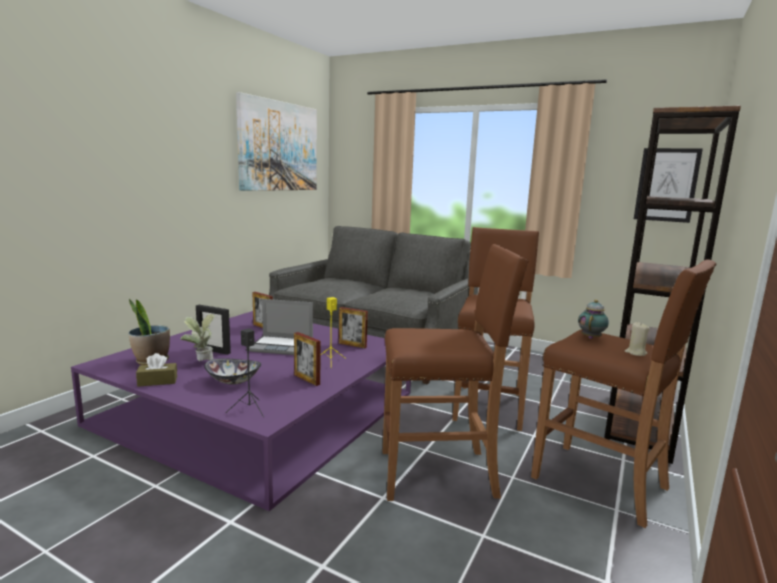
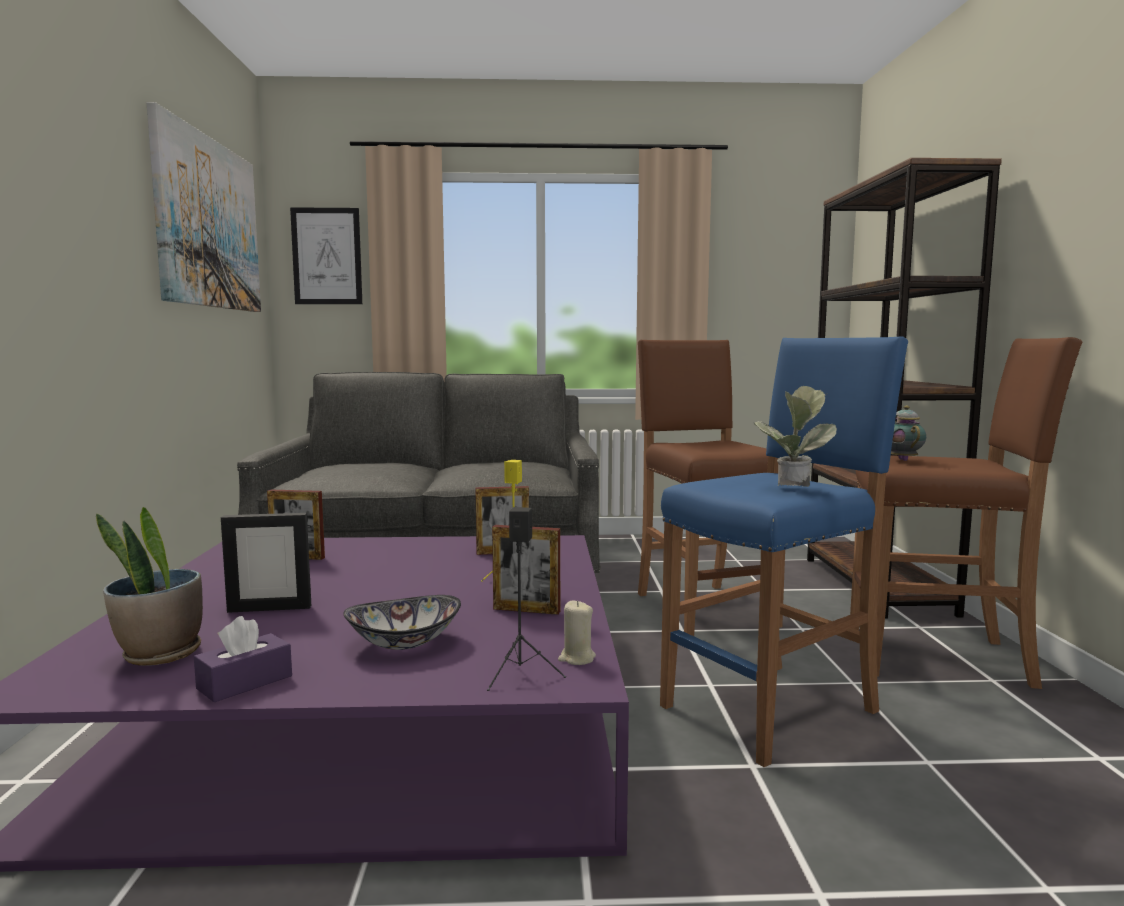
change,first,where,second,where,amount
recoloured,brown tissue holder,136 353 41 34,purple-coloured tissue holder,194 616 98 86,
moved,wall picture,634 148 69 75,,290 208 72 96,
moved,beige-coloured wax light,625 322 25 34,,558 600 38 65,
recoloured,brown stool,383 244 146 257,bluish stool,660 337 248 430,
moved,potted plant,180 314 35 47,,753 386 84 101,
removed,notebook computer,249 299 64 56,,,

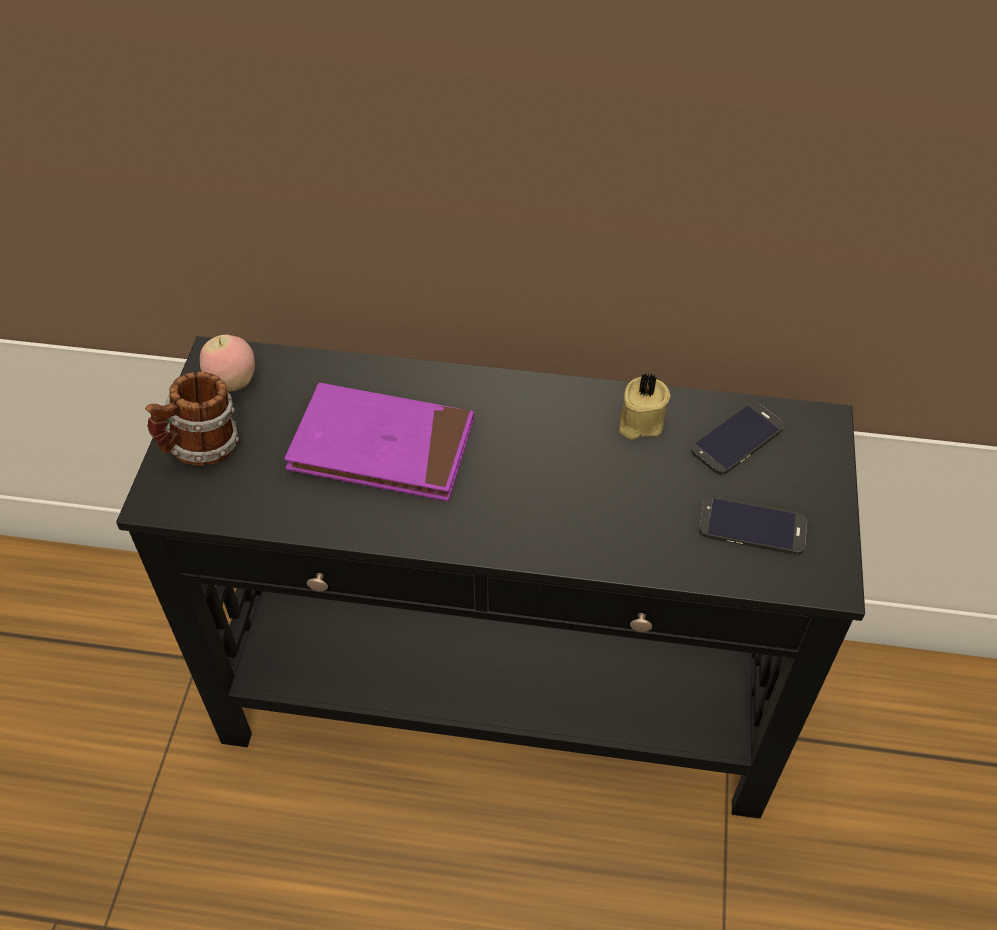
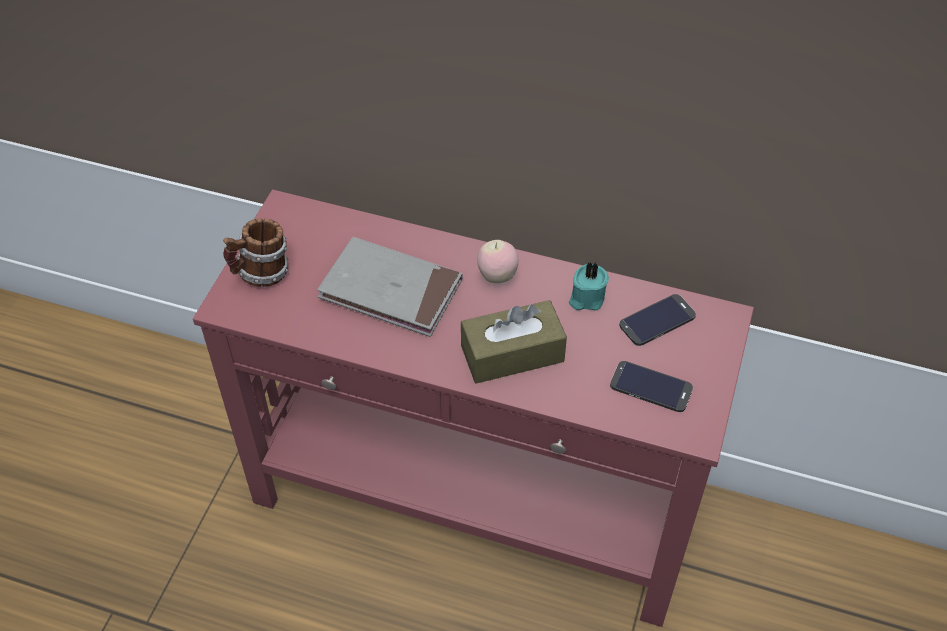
change,first,where,second,where,amount
recoloured,blackish hall table,116 336 749 483,red-coloured hall table,193 189 561 438,
recoloured,purple-coloured bound book,284 383 190 118,gray bound book,317 237 146 100,
added,,,brown tissue holder,461 300 106 84,
moved,apple,200 335 55 57,,477 240 41 43,
recoloured,beige-coloured wax light,619 372 51 68,turquoise-coloured wax light,569 262 40 48,

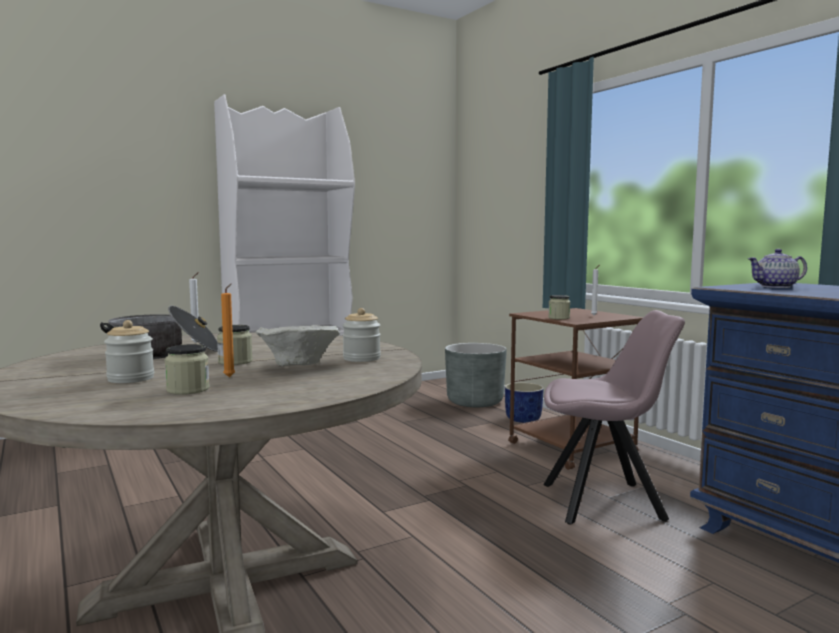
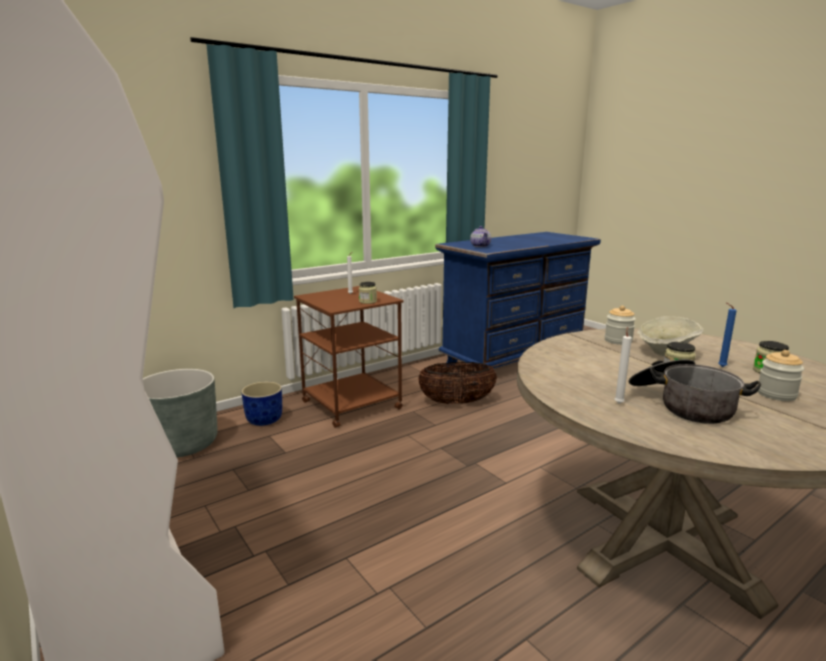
change,first,where,second,where,amount
replaced,pinkish upright chair,543 310 142 214,household basket,418 362 79 42,
recoloured,orange wax light,221 284 14 93,bluish wax light,718 303 19 64,

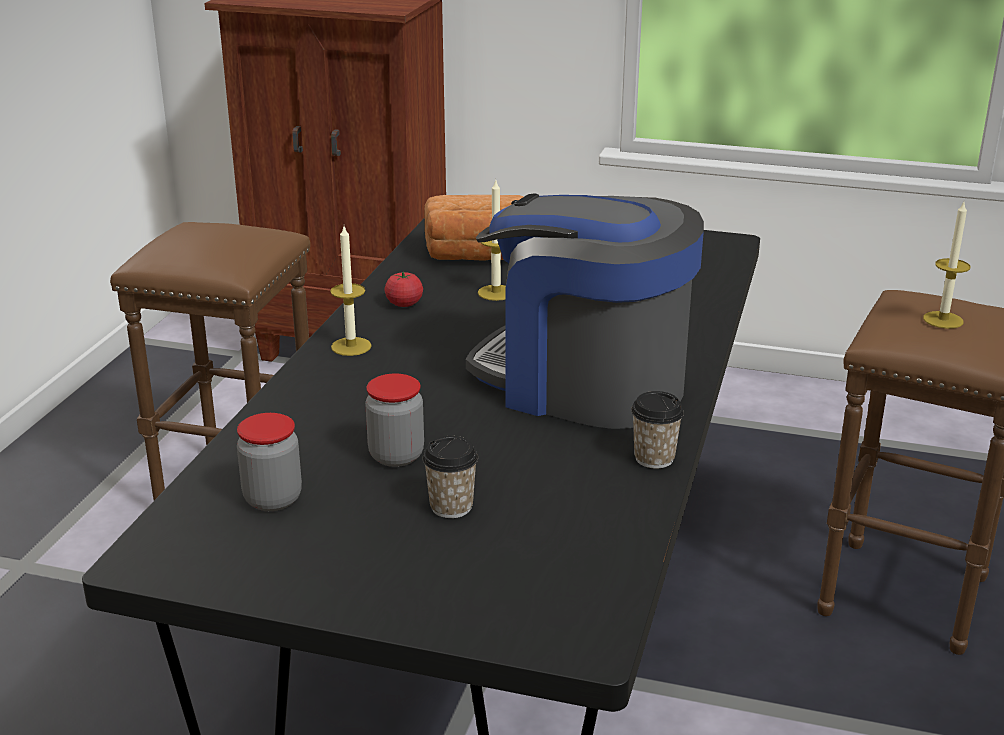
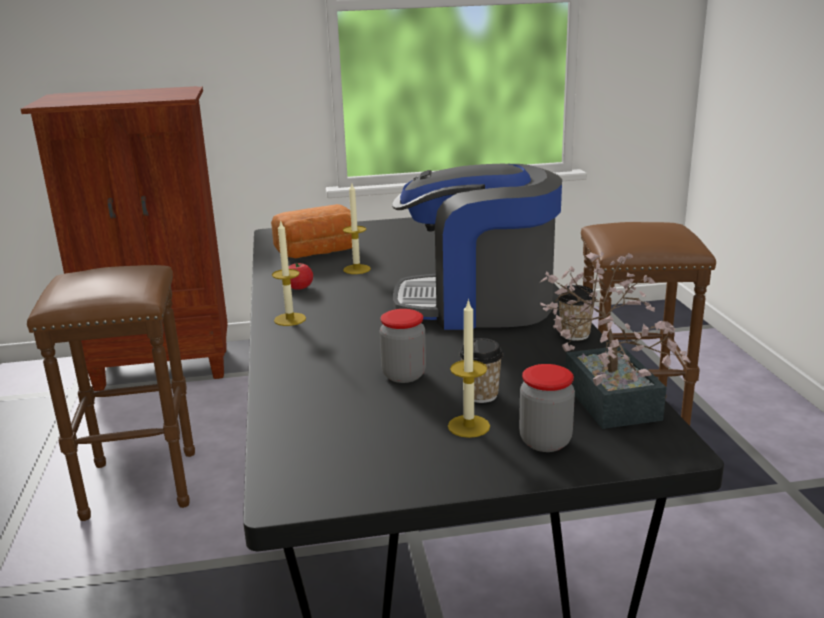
change,first,where,second,where,amount
moved,wax light,923 200 47 129,,448 299 42 139,
moved,preserve jar,237 413 65 98,,519 364 56 88,
added,,,potted plant,540 251 151 178,

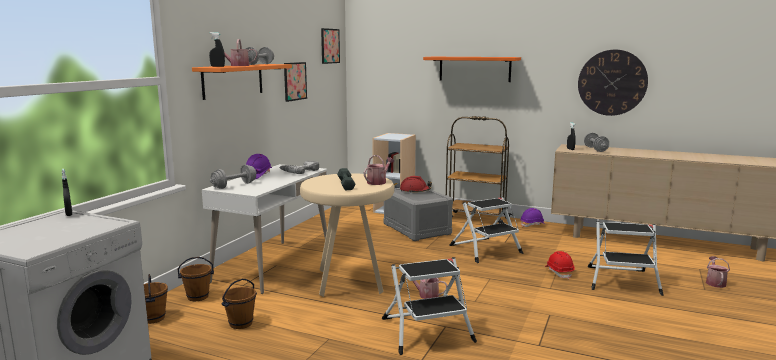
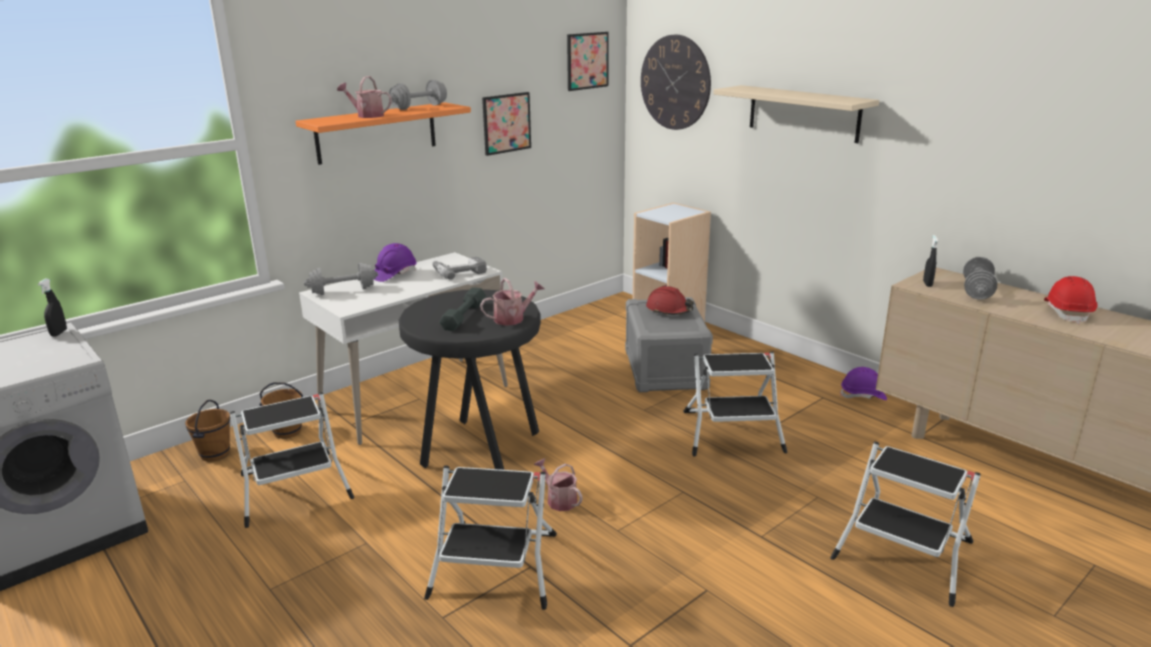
change,first,where,second,where,amount
replaced,brown bucket,221 279 36 50,step stool,230 392 124 136,
recoloured,beige-coloured stool,300 173 94 124,blackish stool,399 289 142 181,
moved,clock on the wall,578 50 70 66,,641 35 70 95,
recoloured,orange bracket shelf,423 57 98 25,beige-coloured bracket shelf,713 85 166 58,
moved,red-coloured hard hat,545 251 30 28,,1044 276 54 48,
removed,blackish hand sprayer,209 32 16 35,,,
removed,brown wheeled cart,446 116 67 107,,,
removed,sprinkling can,706 256 24 32,,,

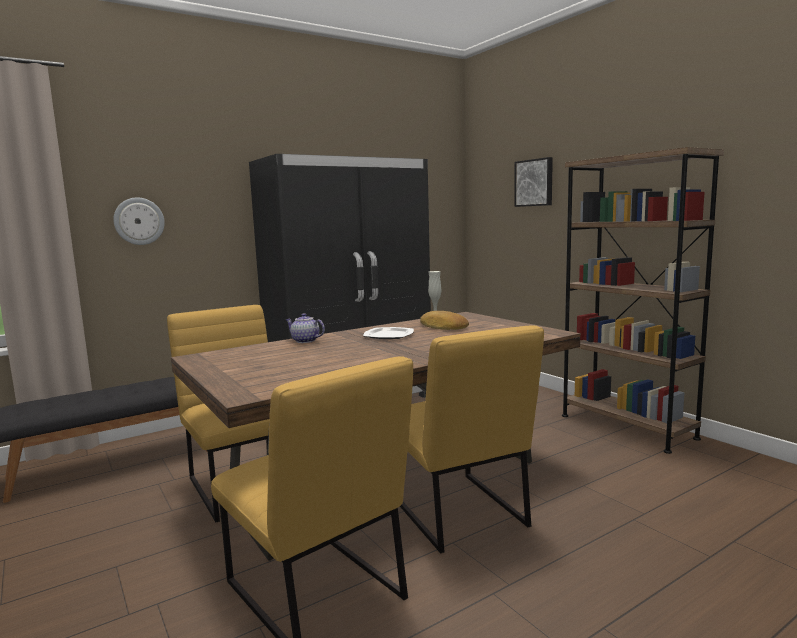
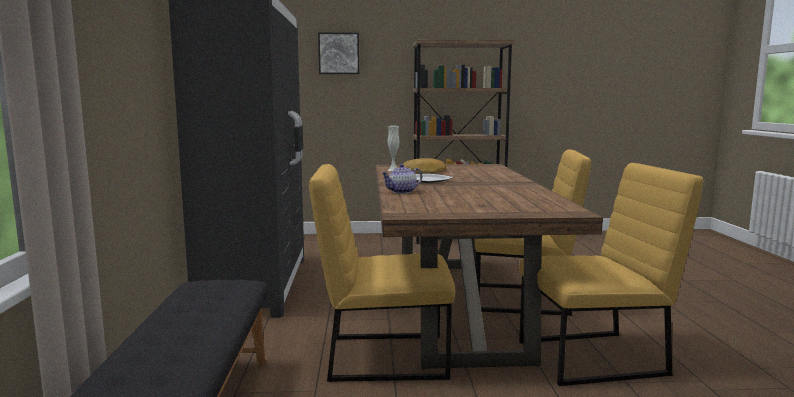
change,first,where,second,where,amount
removed,clock on the wall,113 197 52 48,,,

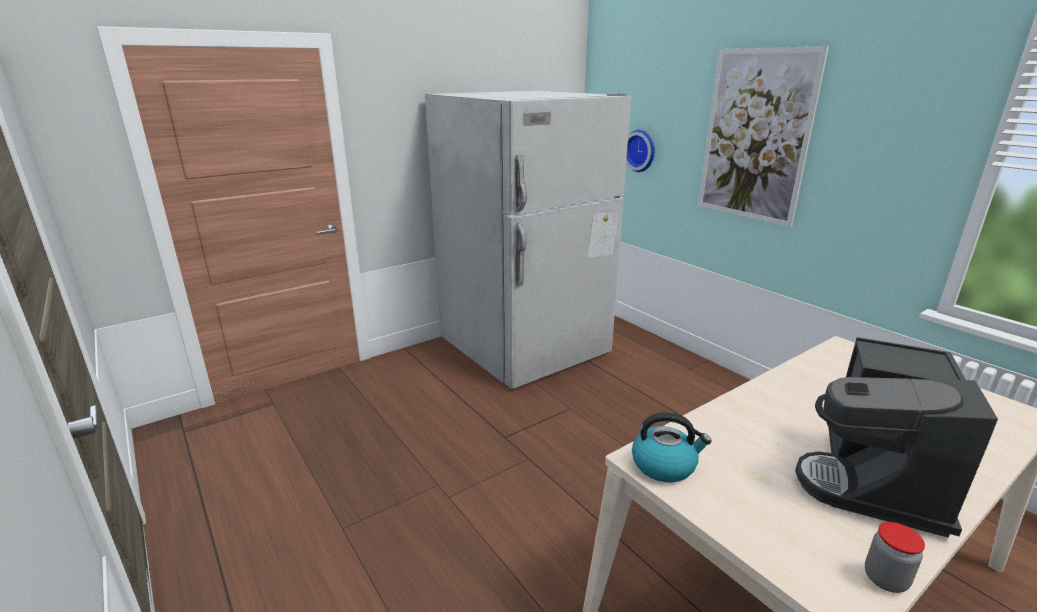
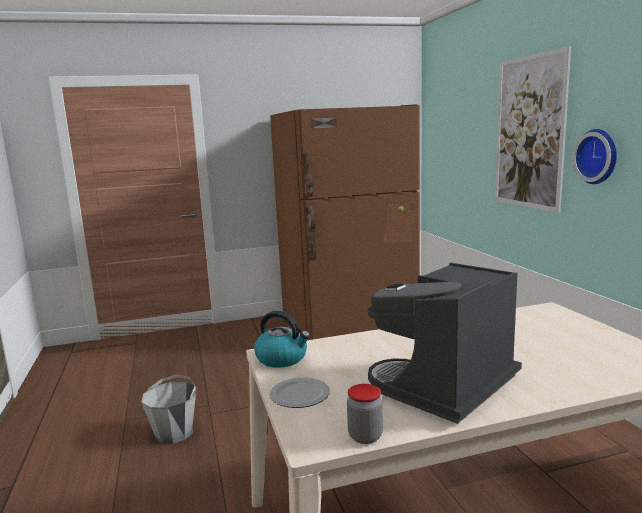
change,first,where,second,where,amount
added,,,gray bucket,141 374 55 70,
recoloured,white fridge,425 90 206 299,brown fridge,270 104 150 236,
added,,,flat dish,270 377 60 31,
moved,clock on the wall,626 130 29 42,,572 129 45 55,

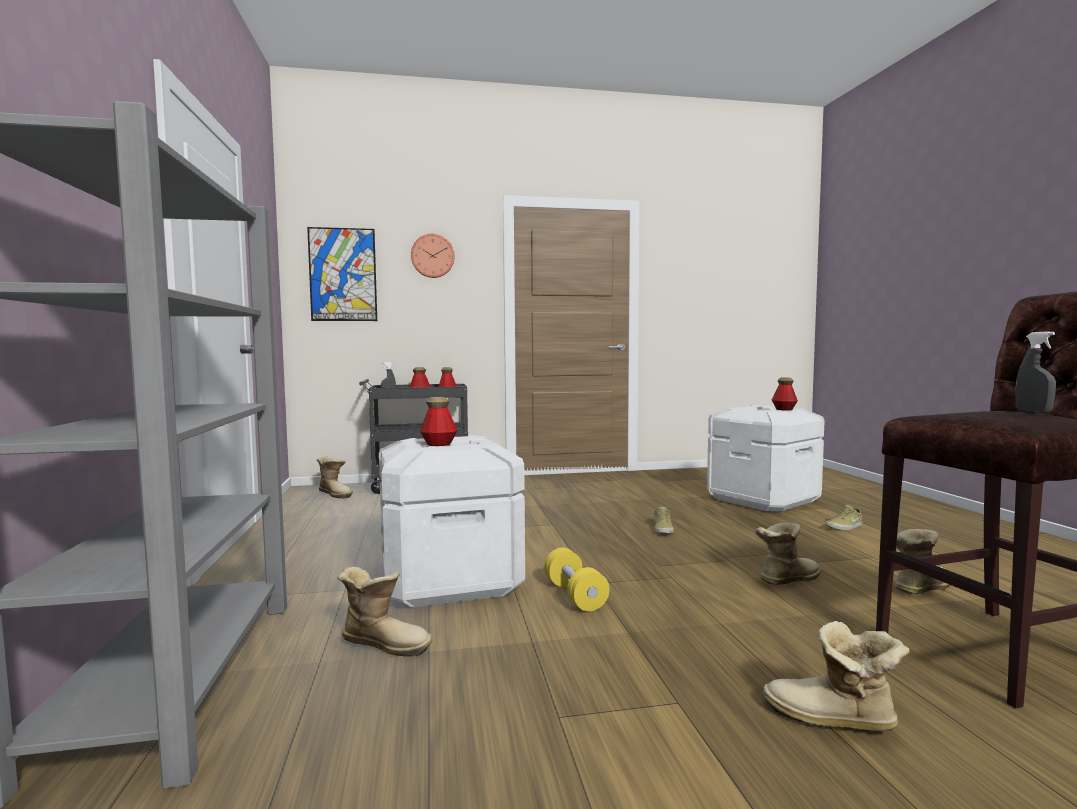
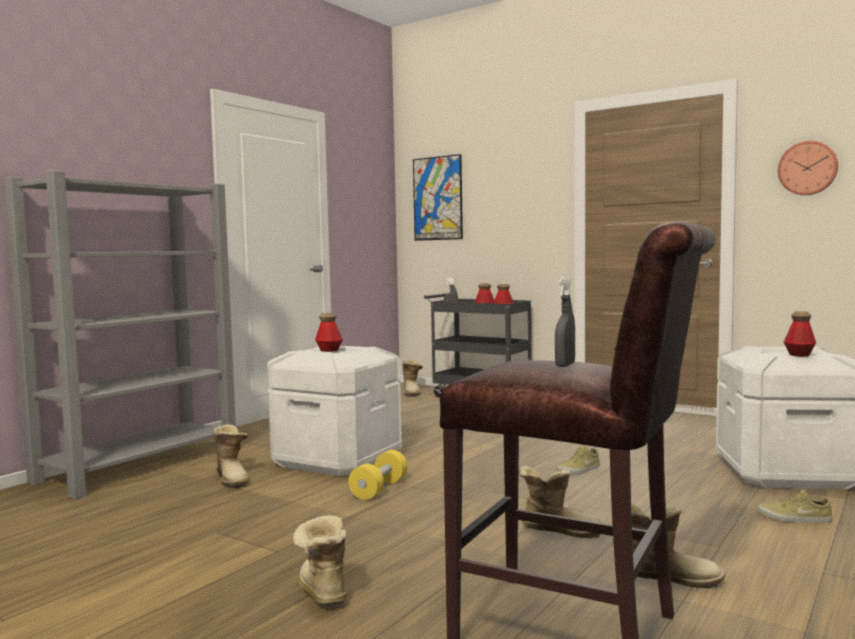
change,first,where,second,where,amount
moved,clock on the wall,411 234 44 44,,778 141 60 54,

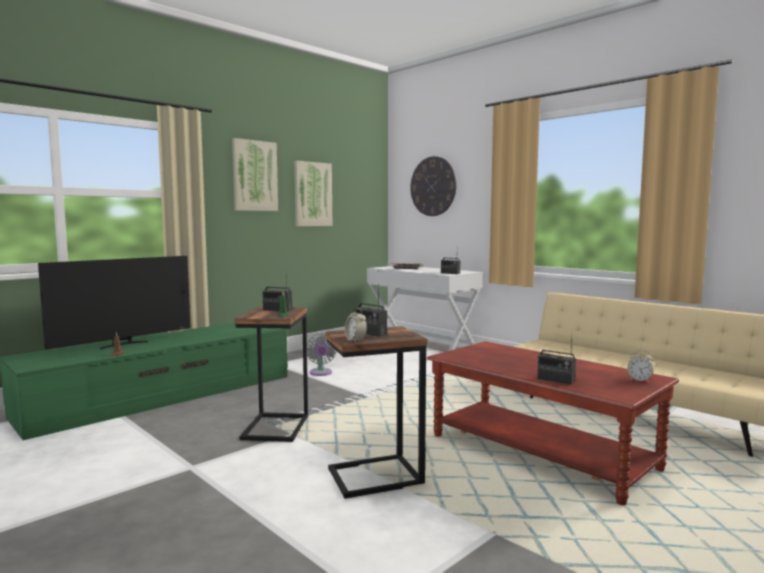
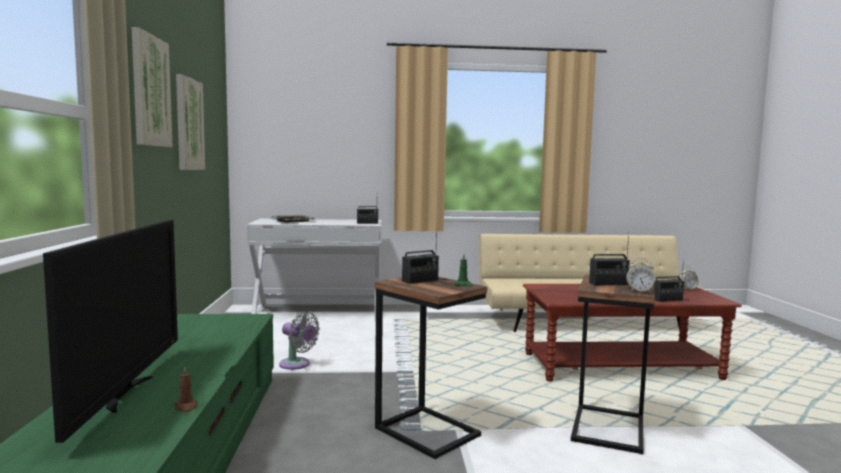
change,first,where,second,where,amount
removed,clock on the wall,410 156 47 60,,,

